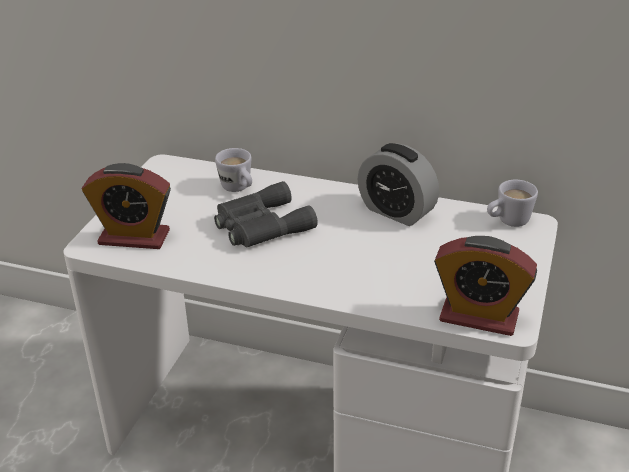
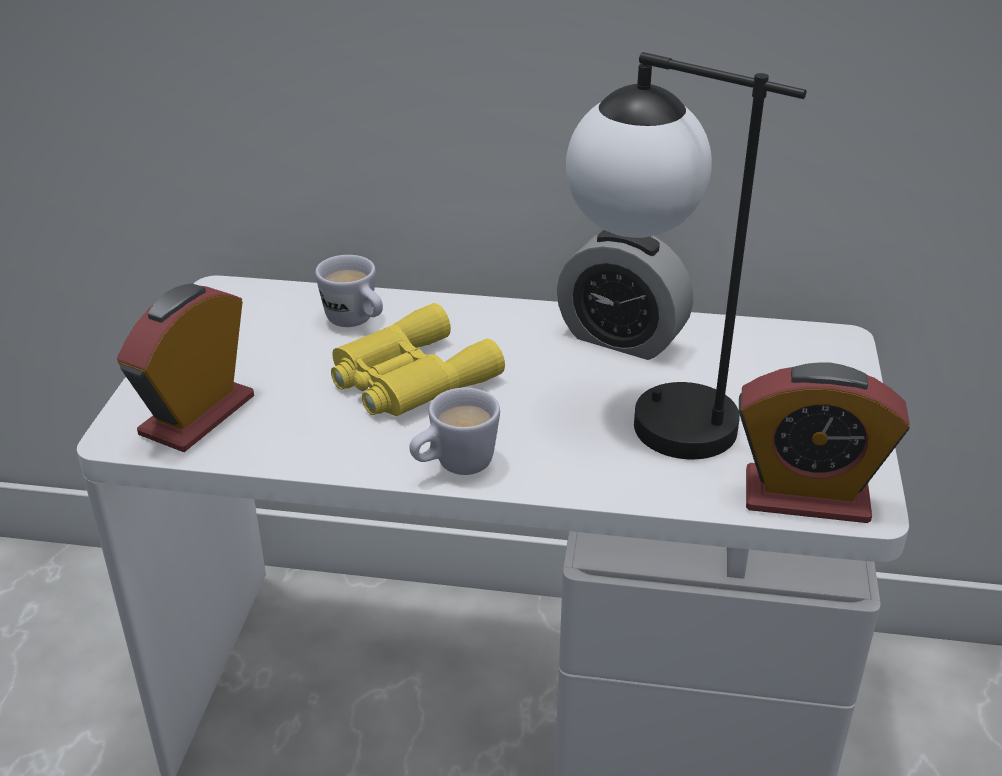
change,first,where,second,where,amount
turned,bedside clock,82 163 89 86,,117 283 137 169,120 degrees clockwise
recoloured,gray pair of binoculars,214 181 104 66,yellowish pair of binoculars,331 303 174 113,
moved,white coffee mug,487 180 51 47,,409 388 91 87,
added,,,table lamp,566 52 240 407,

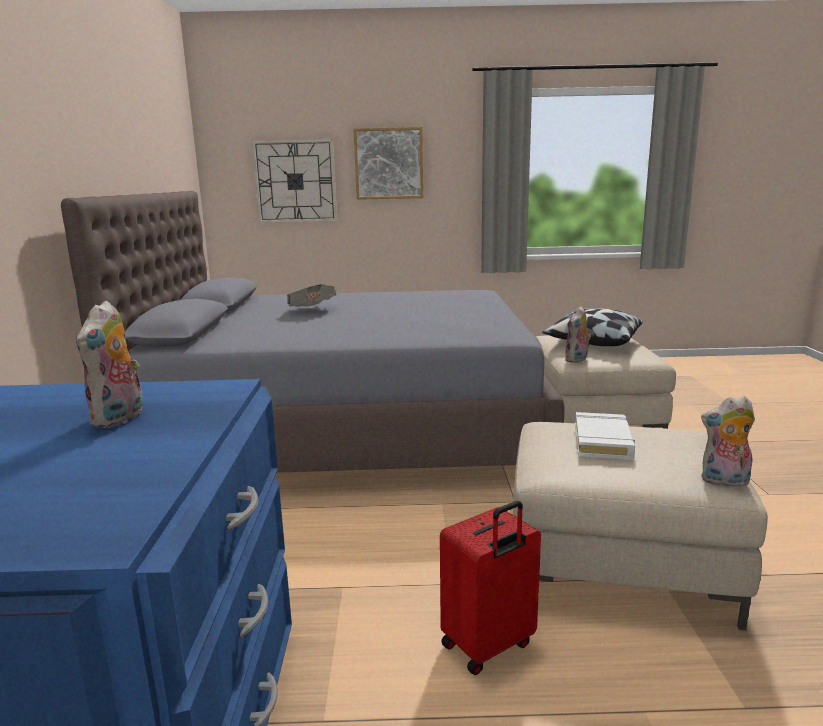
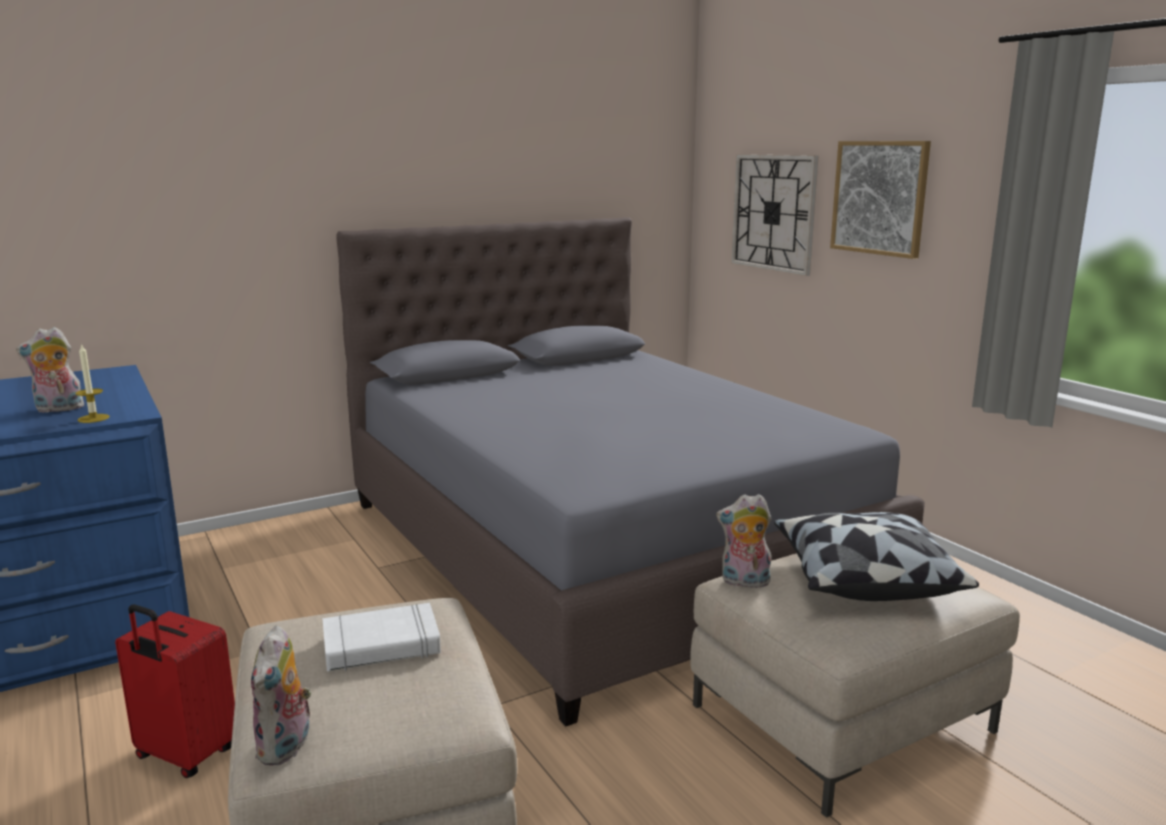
change,first,where,second,where,amount
added,,,wax light,75 343 34 80,
turned,cuddly toy,701 396 54 93,,251 626 61 140,150 degrees counterclockwise
removed,newspaper,287 284 49 23,,,

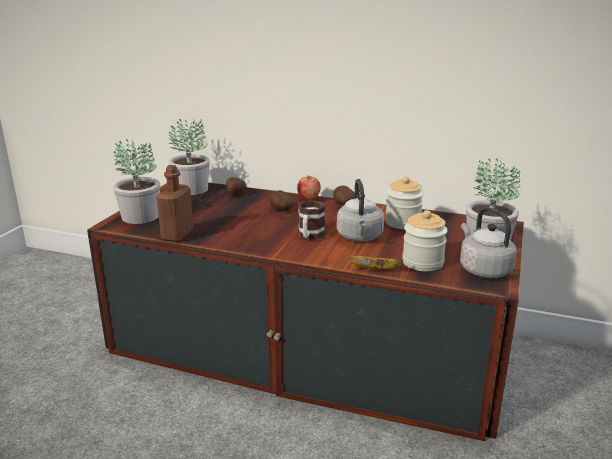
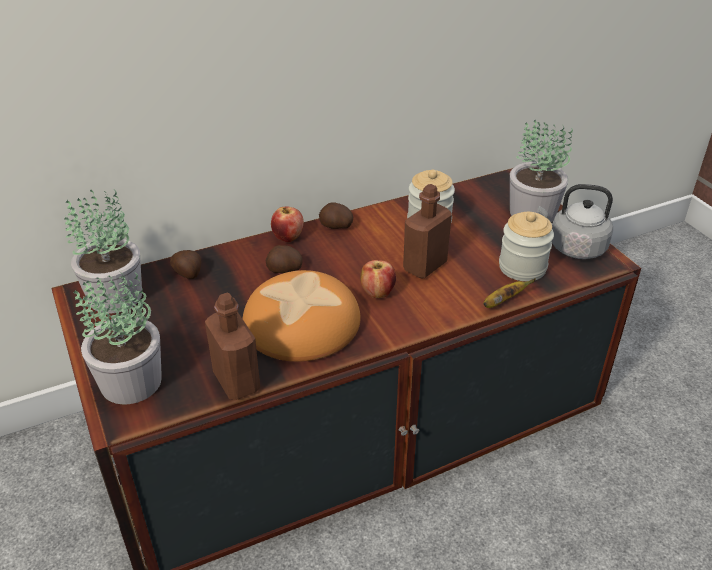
change,first,where,second,where,amount
added,,,bakery bread,243 270 118 92,
replaced,coffee mug,298 200 27 39,apple,360 260 36 38,
replaced,gray water kettle,337 179 47 63,brown drink bottle,403 184 49 95,

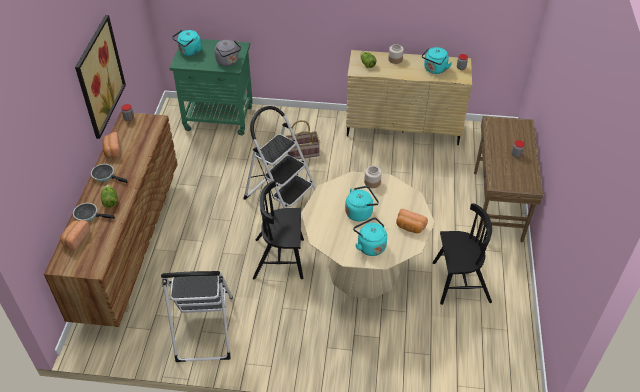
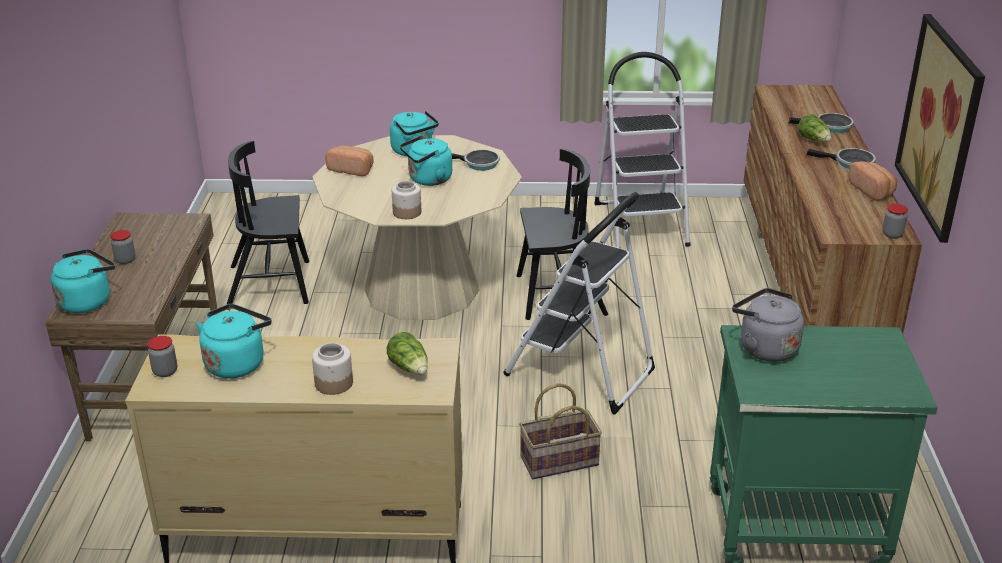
change,first,where,second,where,amount
moved,turquoise-coloured water kettle,172 30 29 26,,51 249 64 64,
added,,,skillet,452 149 48 22,
removed,bakery bread,60 220 30 31,,,

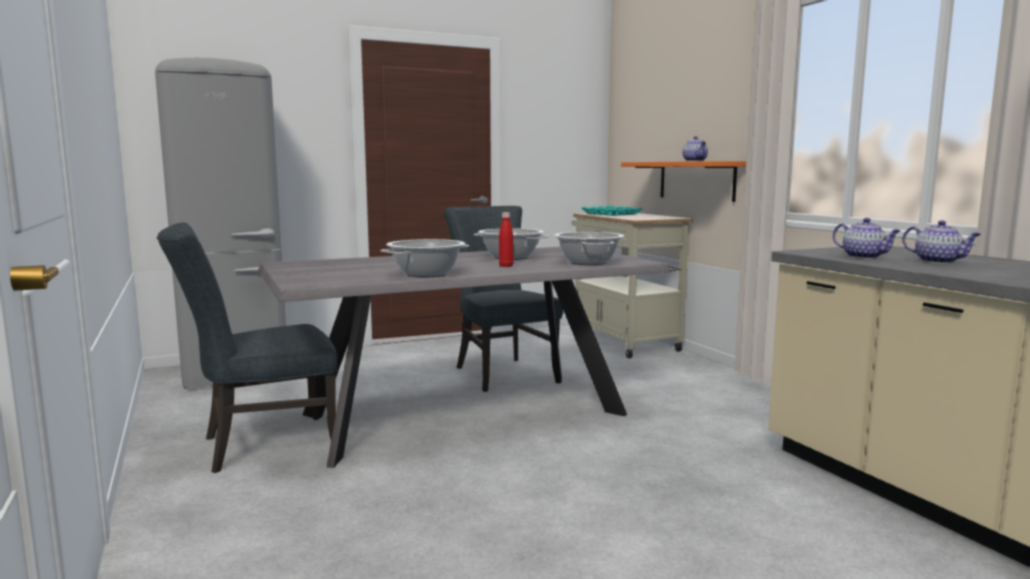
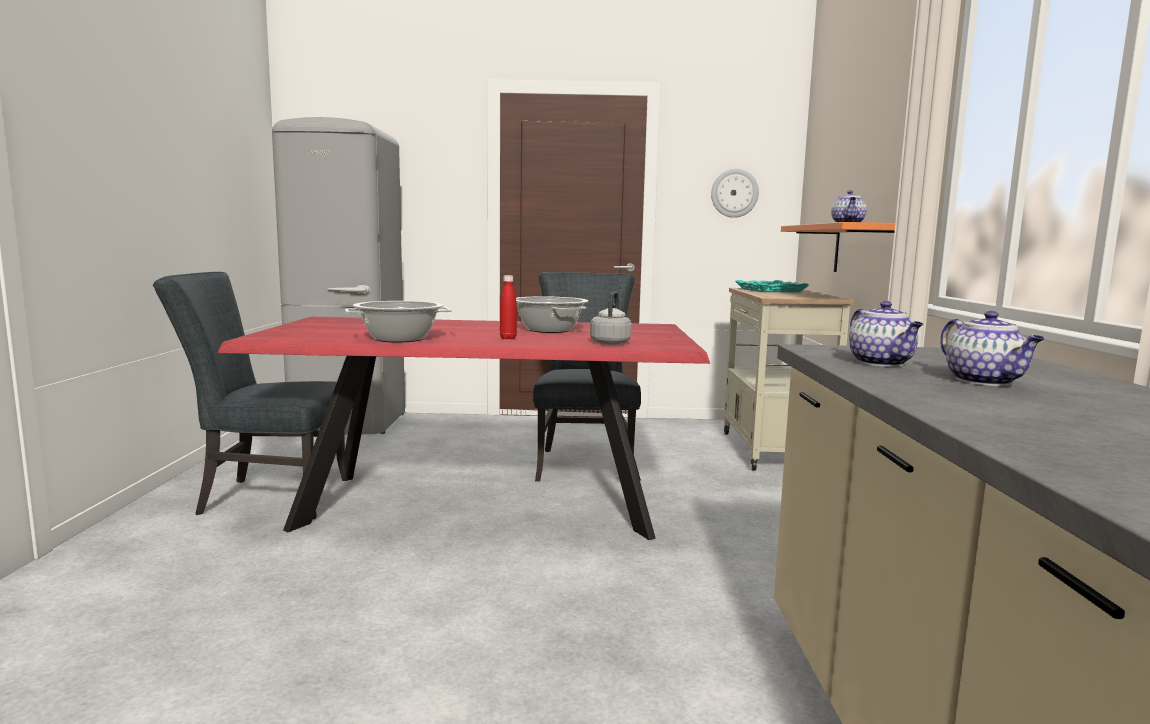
change,first,where,second,where,amount
recoloured,gray dinner table,258 247 413 221,red-coloured dinner table,217 317 493 223,
replaced,stockpot,554 232 70 33,gray water kettle,590 292 42 53,
added,,,clock on the wall,711 169 48 49,

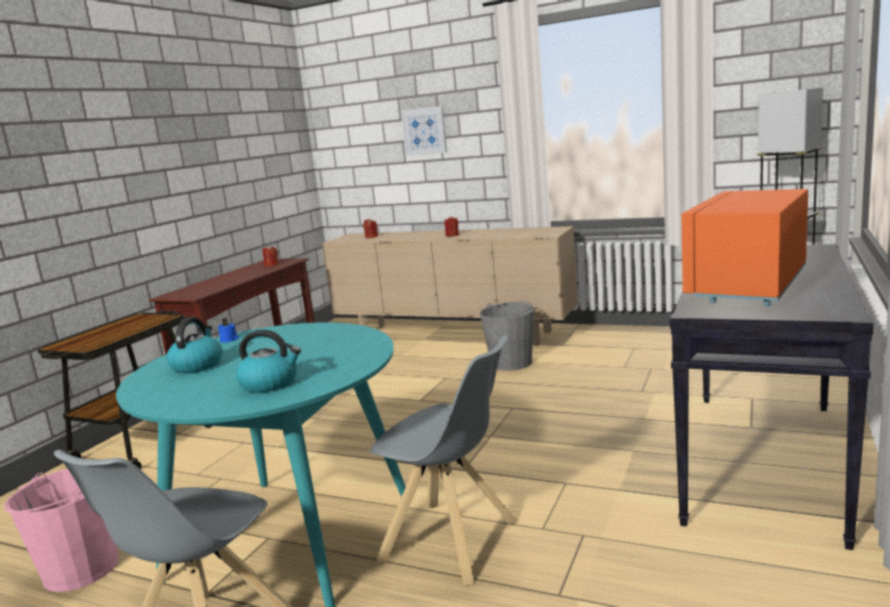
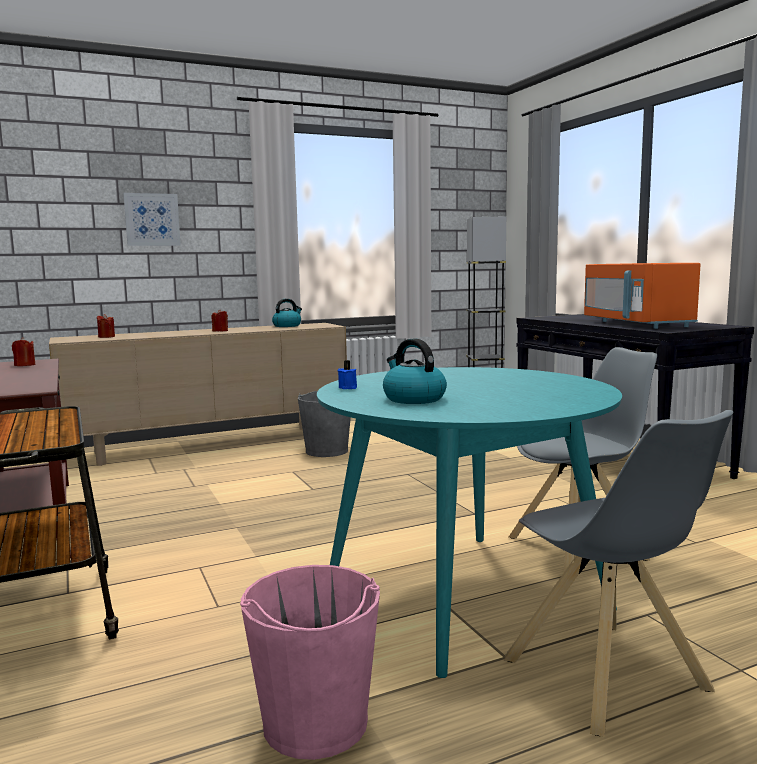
change,first,where,second,where,amount
moved,water kettle,236 330 65 63,,272 299 30 28,

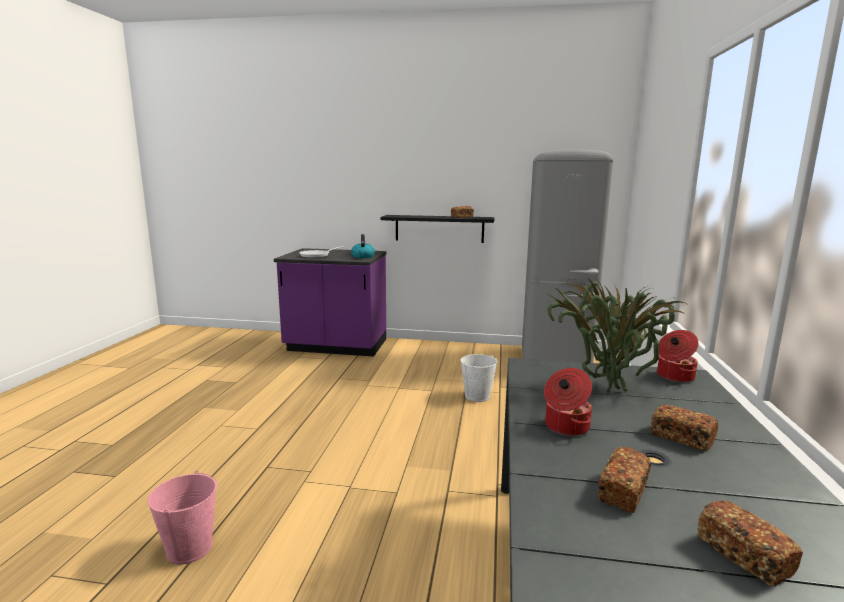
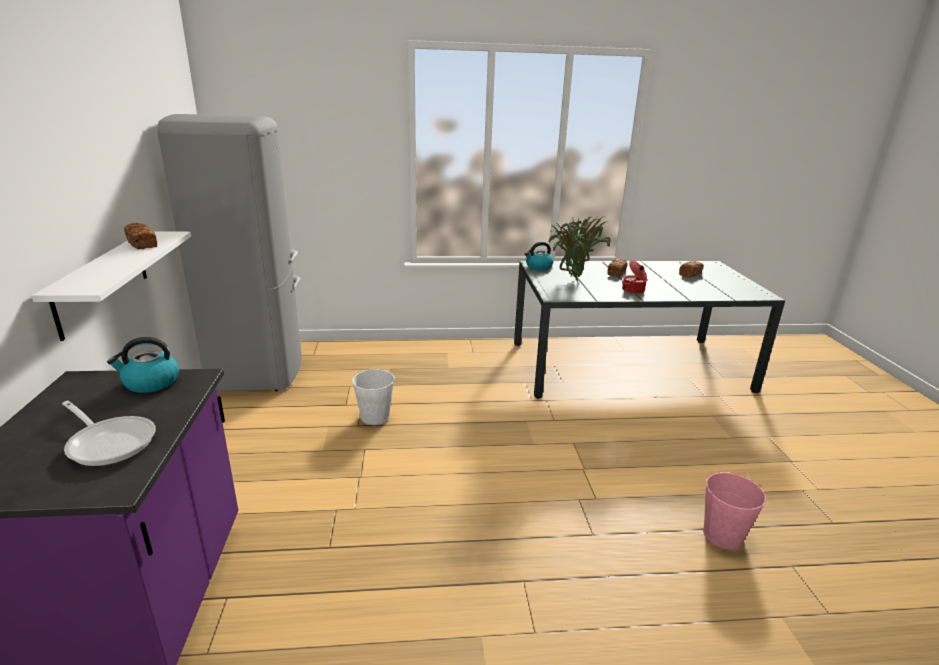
change,first,where,second,where,amount
recoloured,blackish bracket shelf,380 215 115 28,white bracket shelf,32 231 159 110,
replaced,stockpot,657 330 42 53,water kettle,524 242 29 28,
removed,bakery bread,598 446 53 67,,,

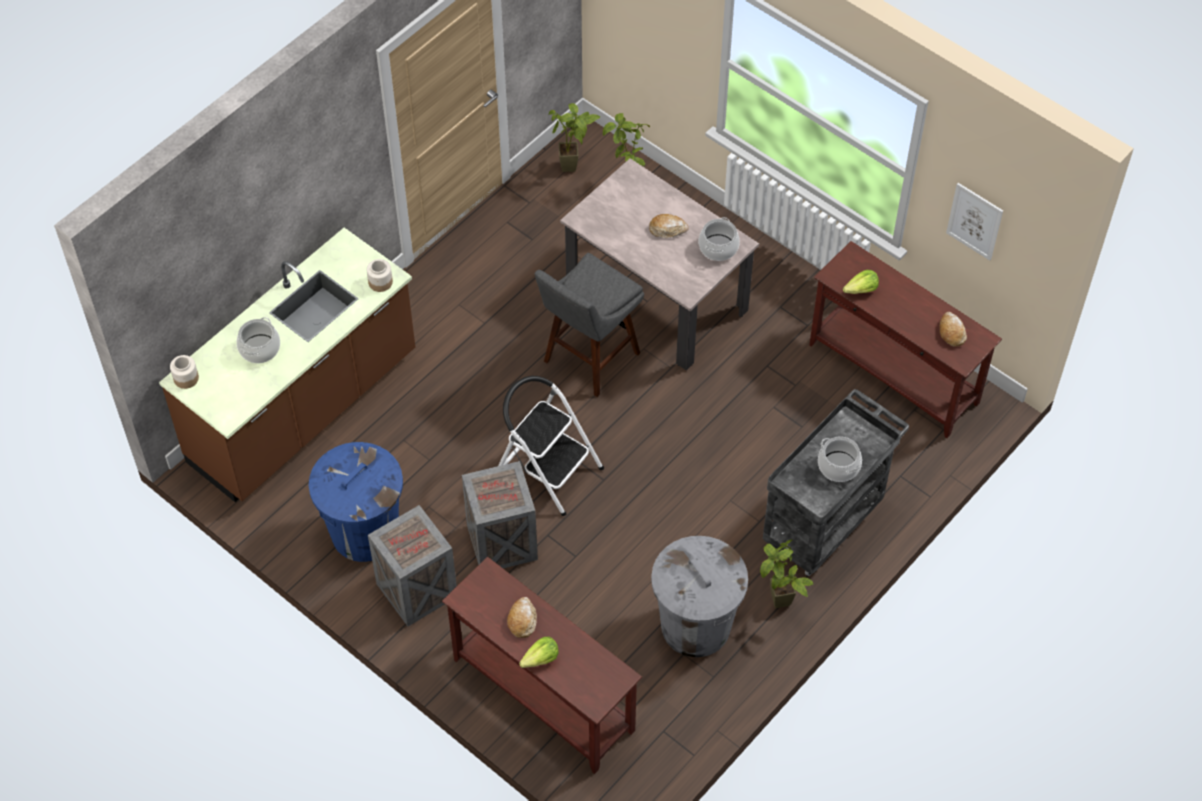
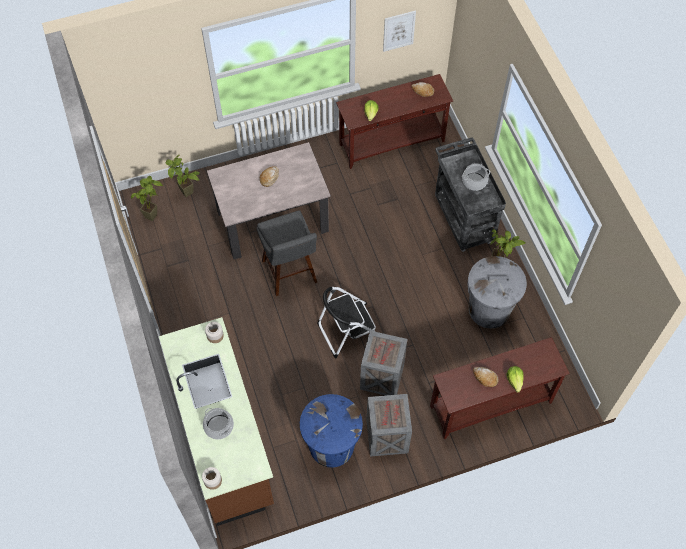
change,first,where,second,where,amount
removed,stockpot,699 217 41 44,,,

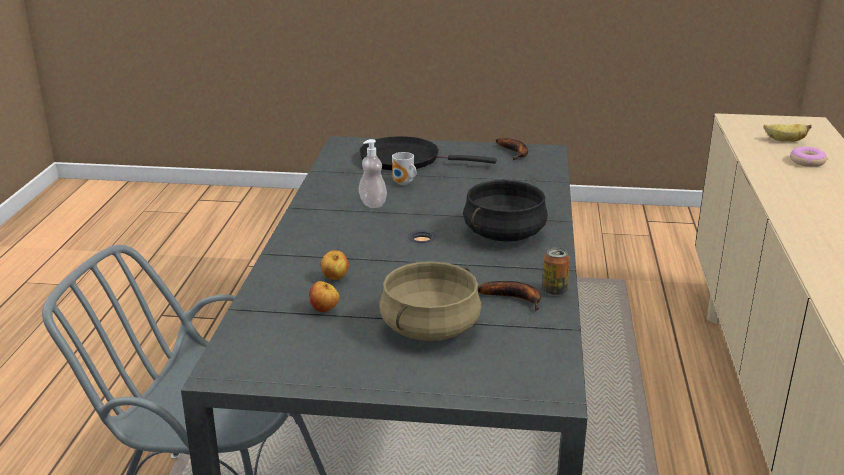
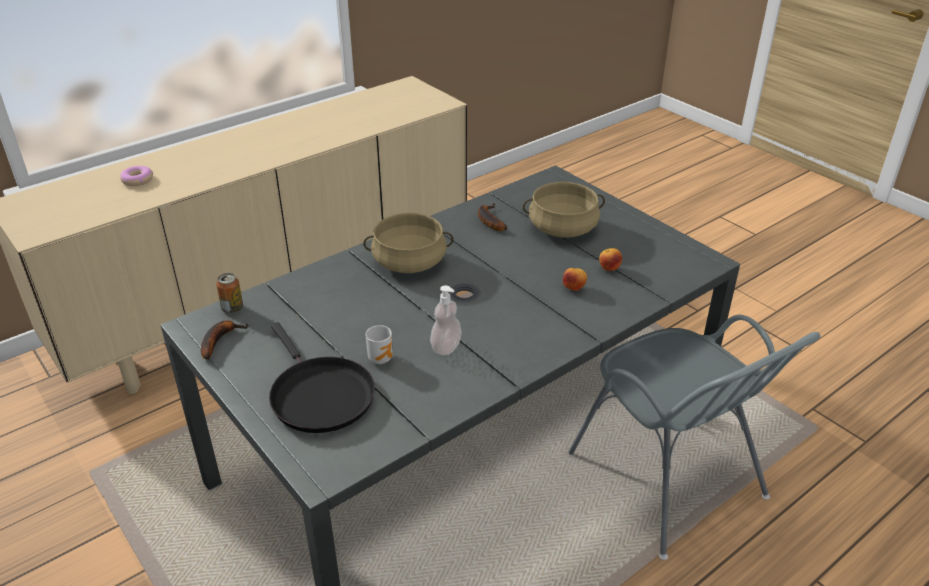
change,first,where,second,where,amount
moved,metal can,542 247 28 49,,216 273 27 41,
recoloured,blackish stockpot,463 180 85 61,beige-coloured stockpot,363 213 91 60,
removed,banana fruit,763 124 48 18,,,

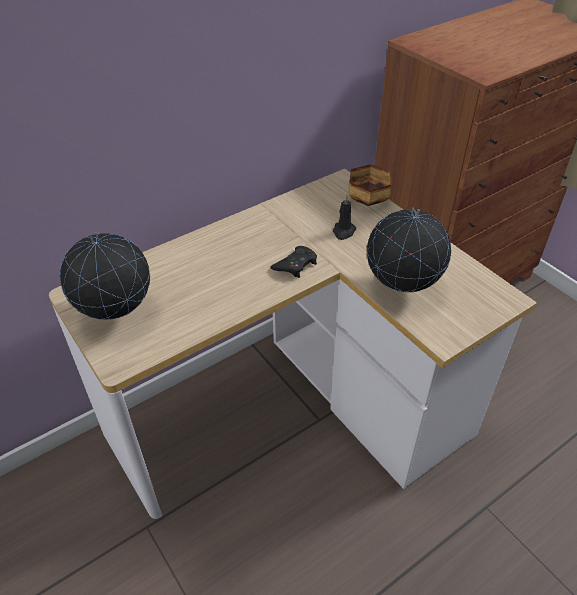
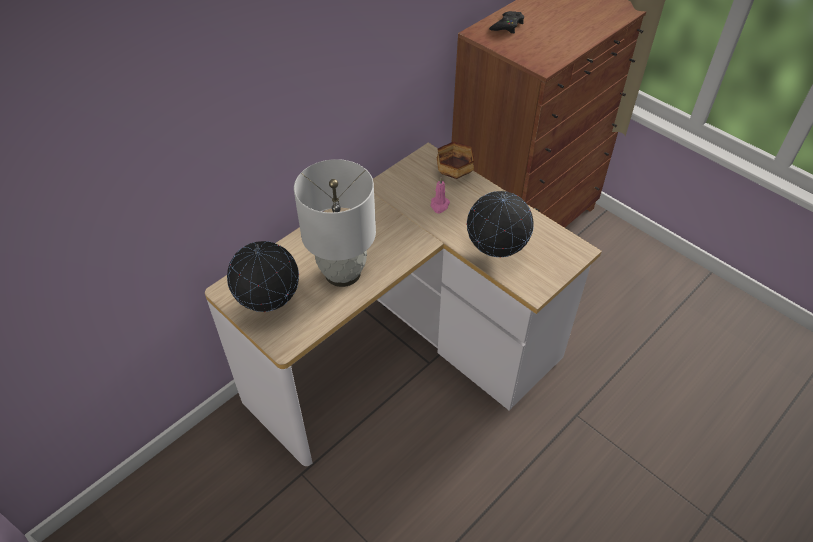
change,first,where,second,where,amount
added,,,white table lamp,294 159 82 128,
recoloured,blackish wax light,333 195 23 45,pinkish wax light,431 177 19 36,
moved,blackish game controller,270 246 47 32,,489 11 35 23,

